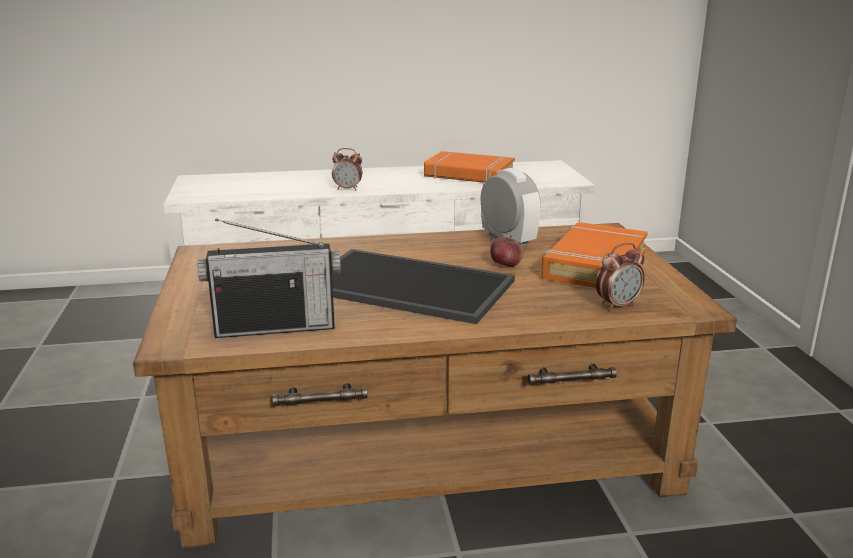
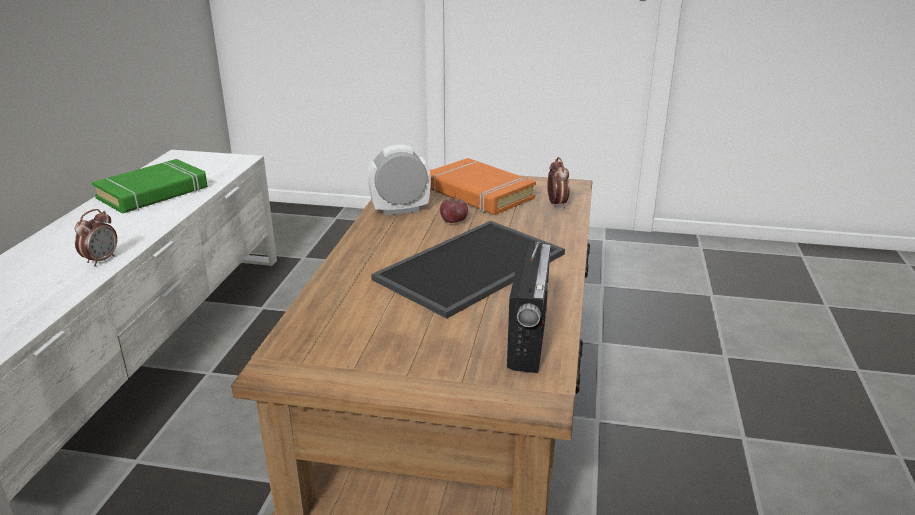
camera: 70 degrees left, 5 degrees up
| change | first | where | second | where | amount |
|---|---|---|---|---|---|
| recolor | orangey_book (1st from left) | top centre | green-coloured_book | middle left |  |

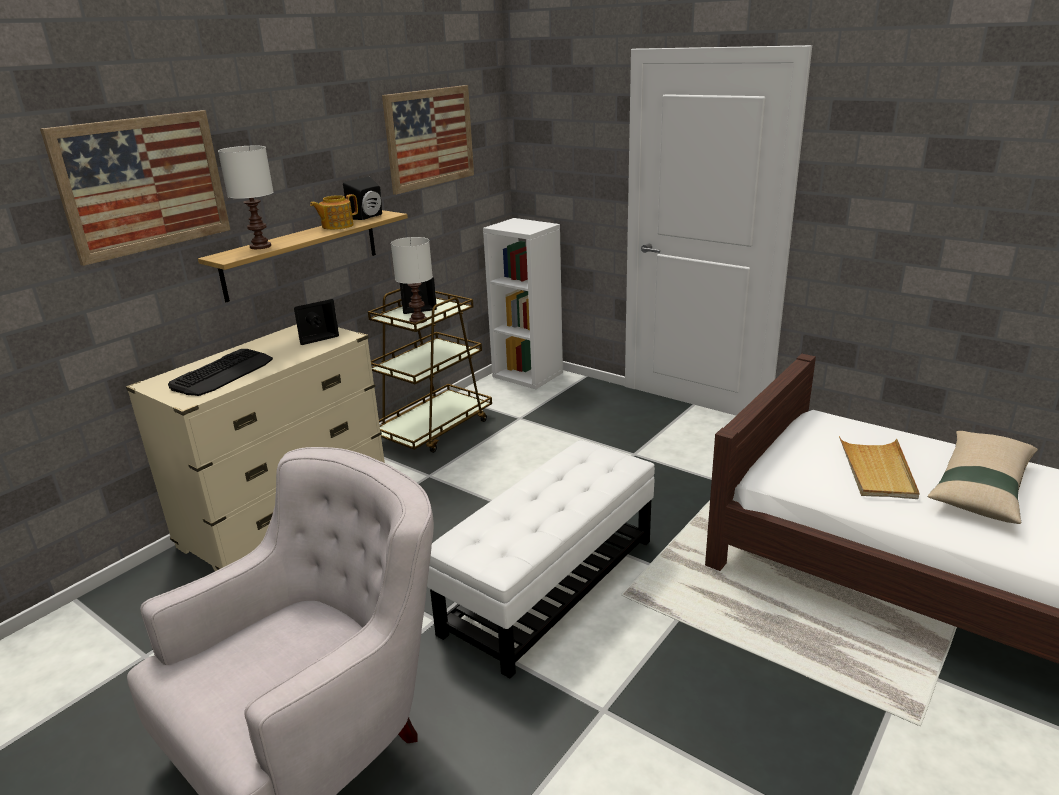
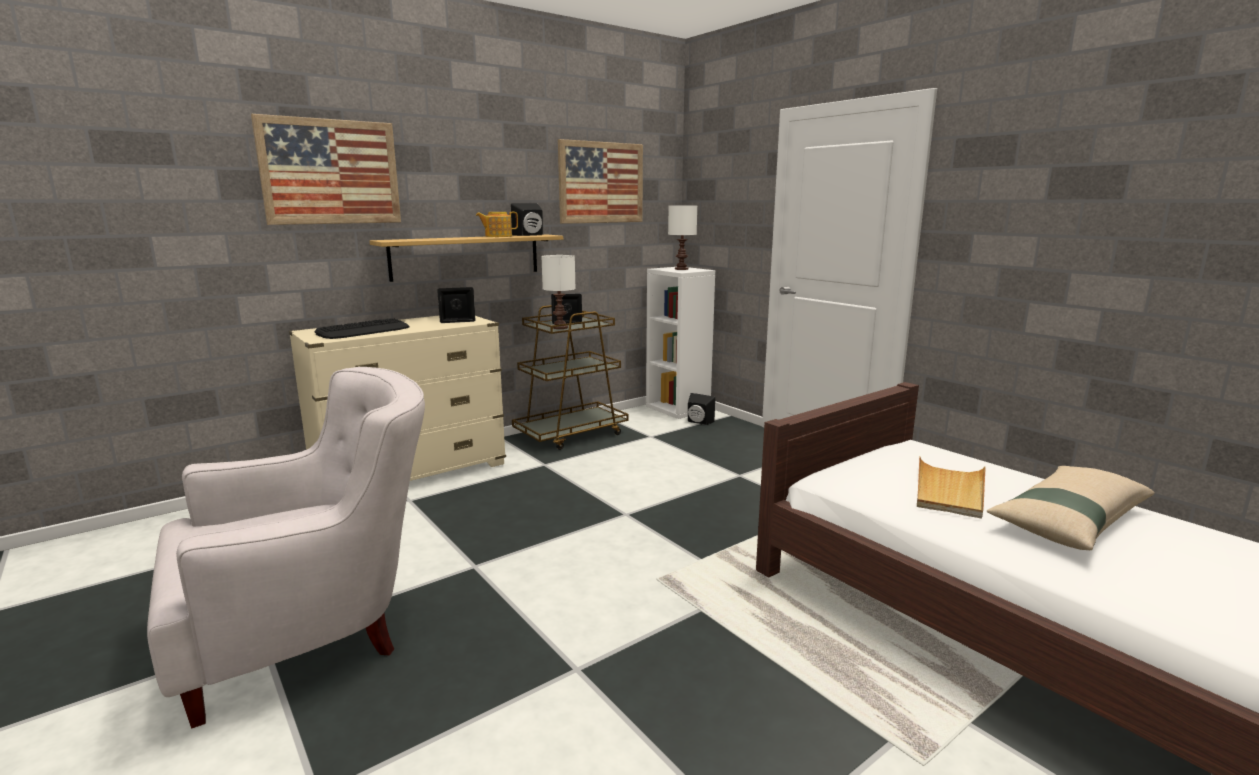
camera: 15 degrees right, 10 degrees down
| change | first | where | second | where | amount |
|---|---|---|---|---|---|
| move | whitish_lamp_for_a_table (1st from left in the first image) | top left | whitish_lamp_for_a_table (2nd from left) | top centre |  |
| insert |  |  | black-coloured_speaker (4th from left) | centre |  |
| delete | whitish_footrest | bottom centre |  |  |  |

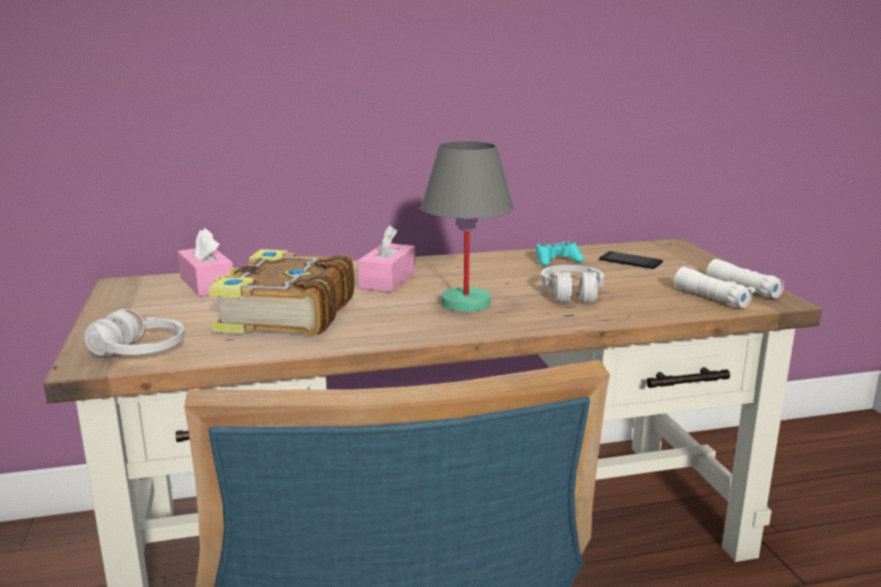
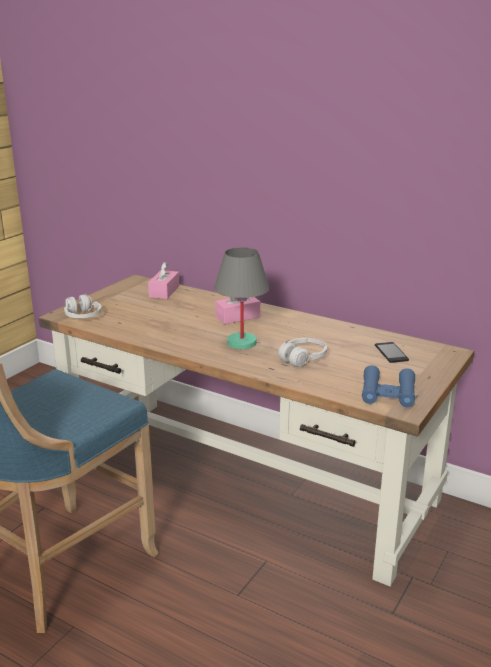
camera: 45 degrees right, 5 degrees up
| change | first | where | second | where | amount |
|---|---|---|---|---|---|
| recolor | whitish_binoculars | middle right | bluish_binoculars | middle right |  |
| delete | book | middle left |  |  |  |
| delete | turquoise-coloured_joypad | centre |  |  |  |

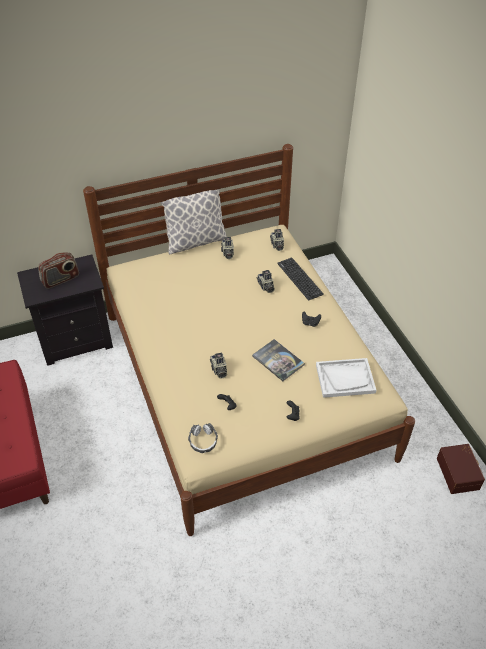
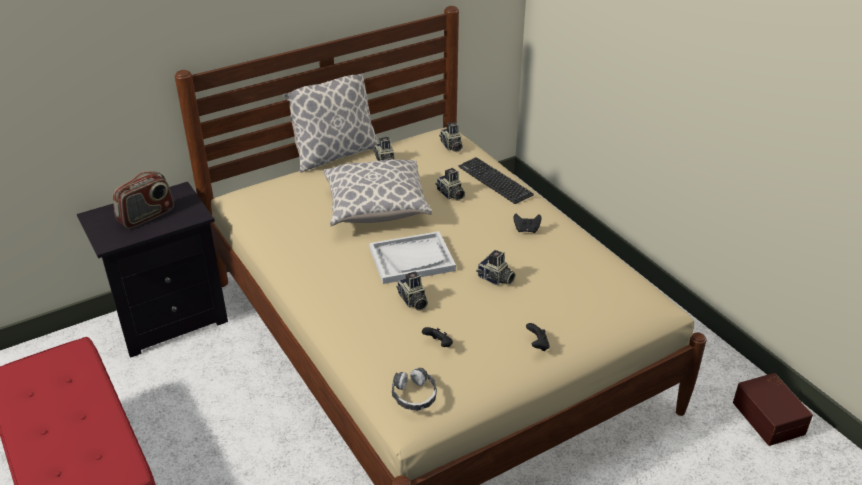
camera: 10 degrees left, 10 degrees down
| change | first | where | second | where | amount |
|---|---|---|---|---|---|
| insert |  |  | throw_pillow (2nd from left) | centre |  |
| move | whitish_carrying_tray | middle right |  | centre |  |
| replace | book | centre | photo_camera (5th from left) | centre |  |

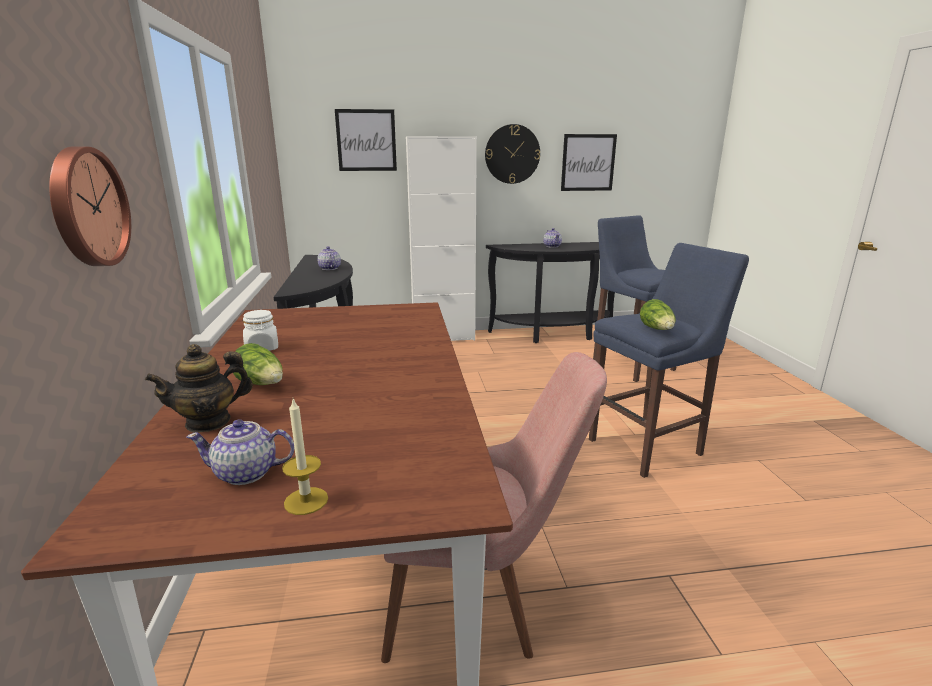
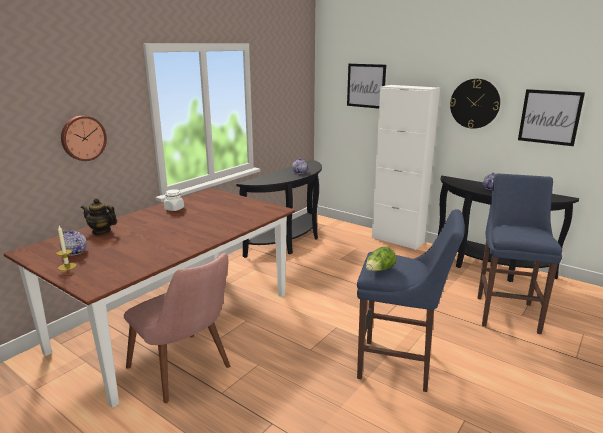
camera: 45 degrees right, 0 degrees up
| change | first | where | second | where | amount |
|---|---|---|---|---|---|
| delete | lettuce_head (1st from left) | middle left |  |  |  |

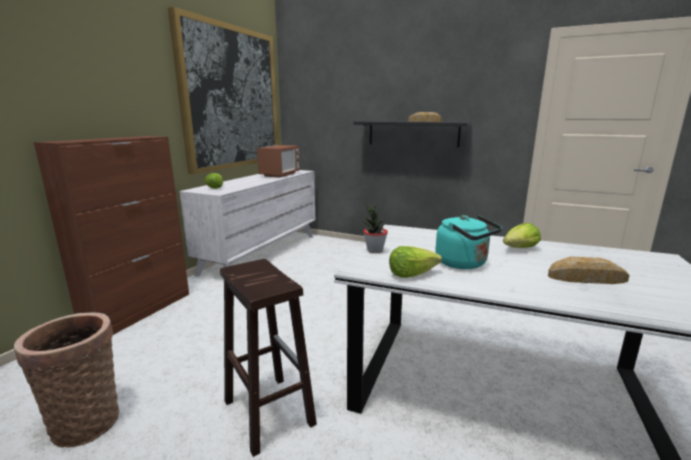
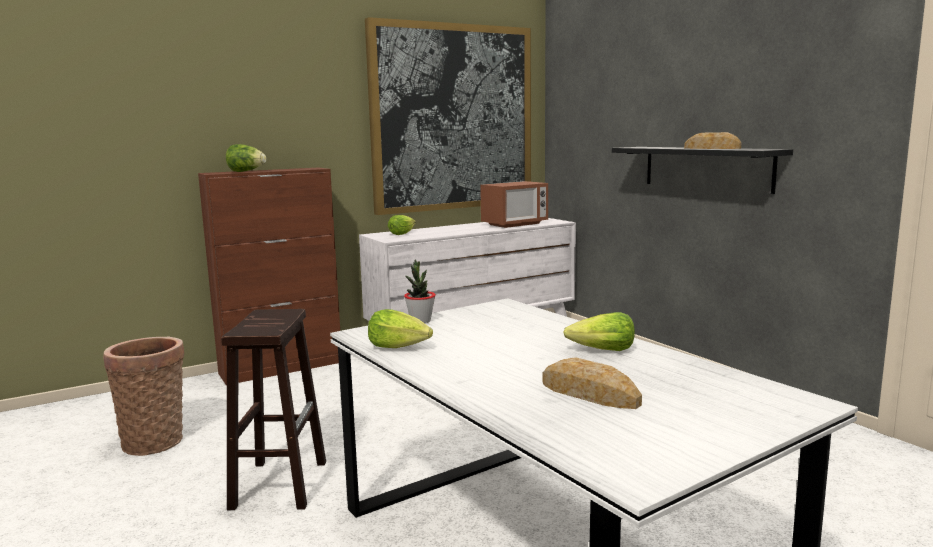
camera: 35 degrees right, 5 degrees down
| change | first | where | second | where | amount |
|---|---|---|---|---|---|
| insert |  |  | lettuce_head (1st from left) | top left |  |
| delete | turquoise-coloured_kettle | middle right |  |  |  |

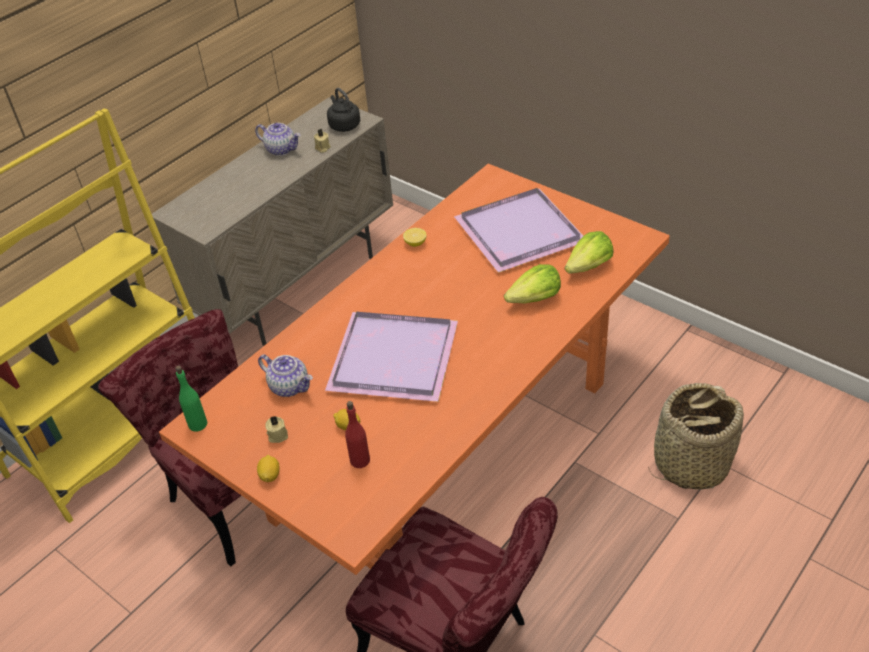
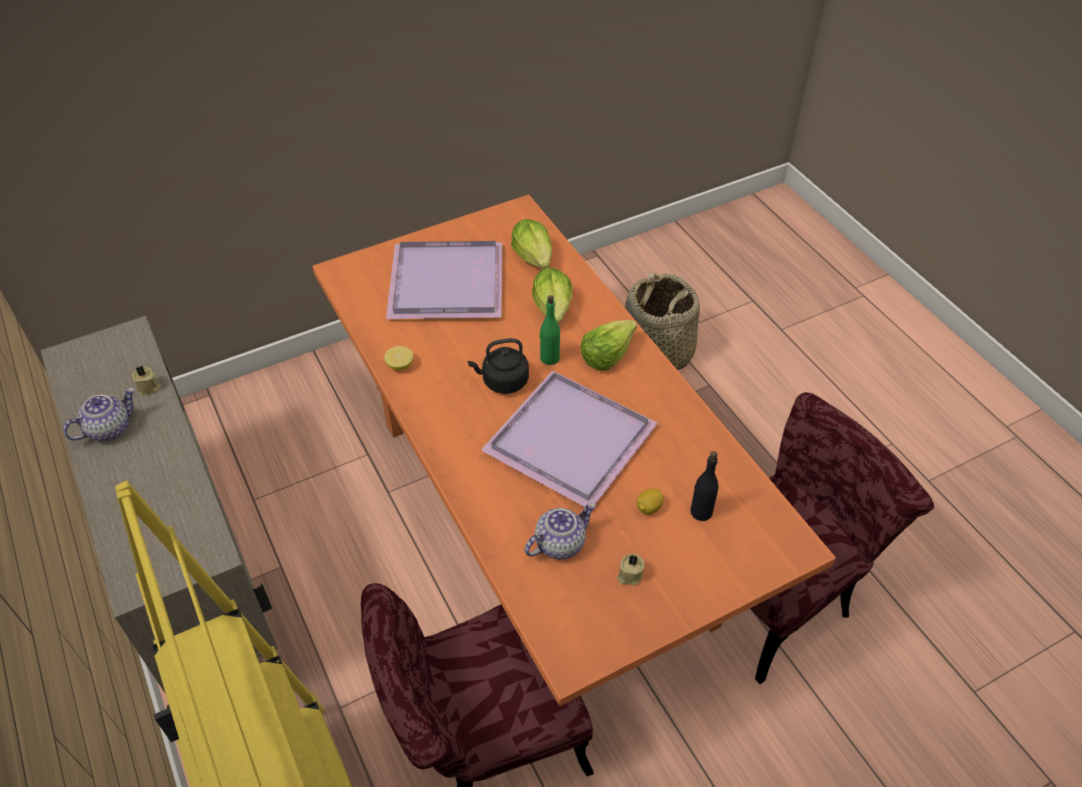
camera: 70 degrees left, 5 degrees up
| change | first | where | second | where | amount |
|---|---|---|---|---|---|
| move | black-coloured_kettle | top centre |  | centre |  |
| move | green-coloured_bottle | middle left |  | centre |  |
| insert |  |  | lettuce_head (3rd from left) | centre |  |
| recolor | reddish_bottle | centre | black-coloured_bottle | centre |  |
| delete | whole_lemon (1st from left) | bottom left |  |  |  |

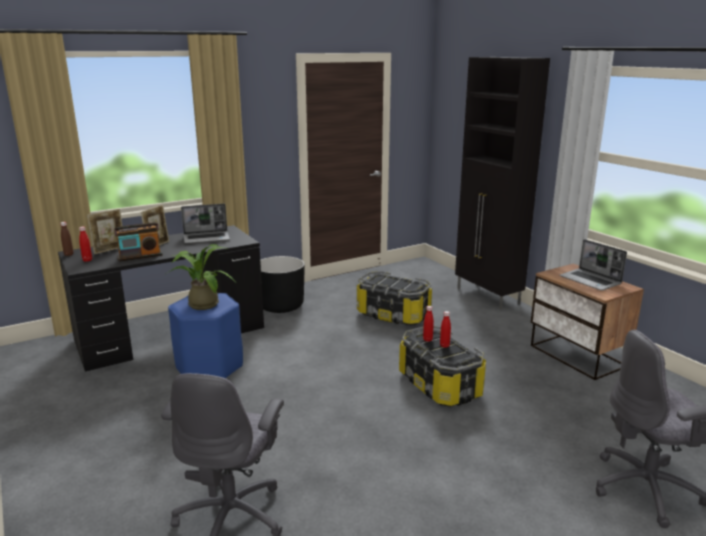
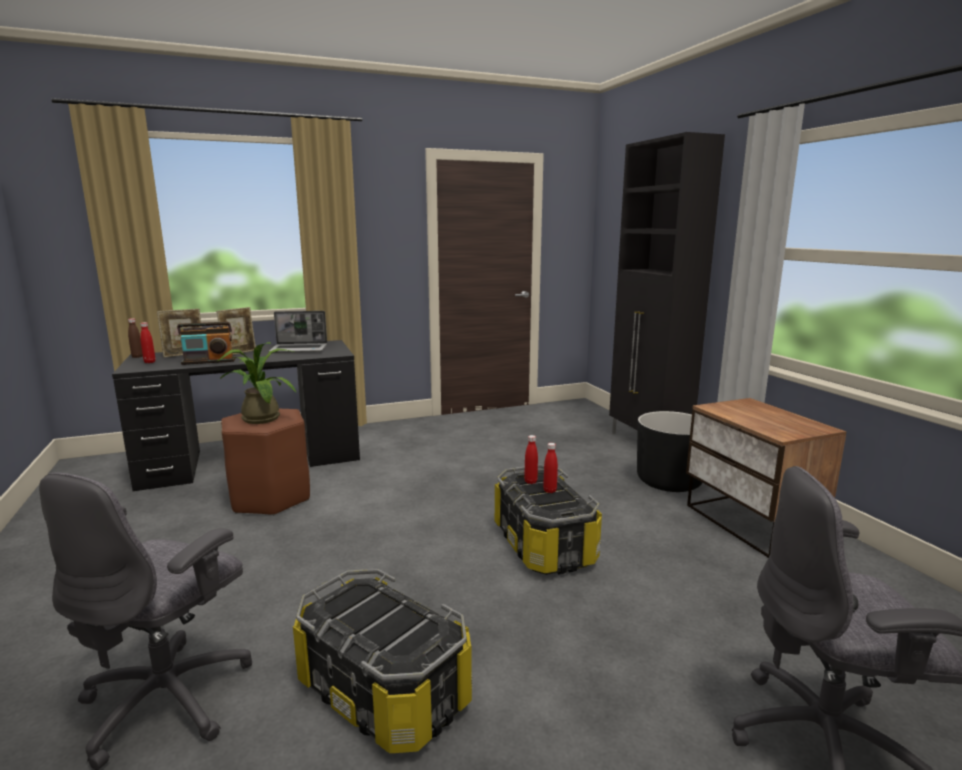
camera: 10 degrees right, 5 degrees down
| change | first | where | second | where | amount |
|---|---|---|---|---|---|
| recolor | bluish_stool_seat | middle left | brown_stool_seat | middle left |  |
| move | storage_box (1st from left) | centre |  | bottom centre |  |
| move | black-coloured_plant_pot | centre |  | middle right |  |
| delete | portable_computer (2nd from left) | middle right |  |  |  |

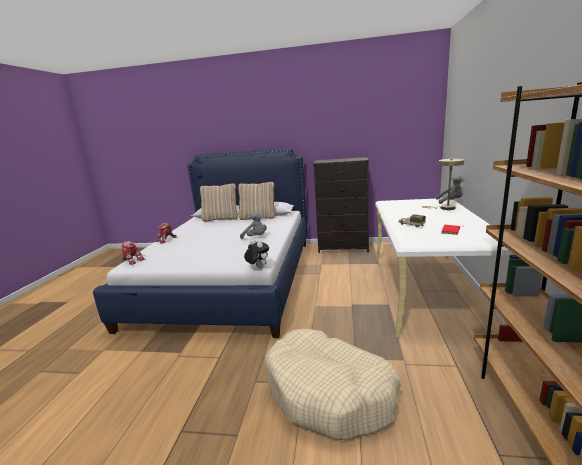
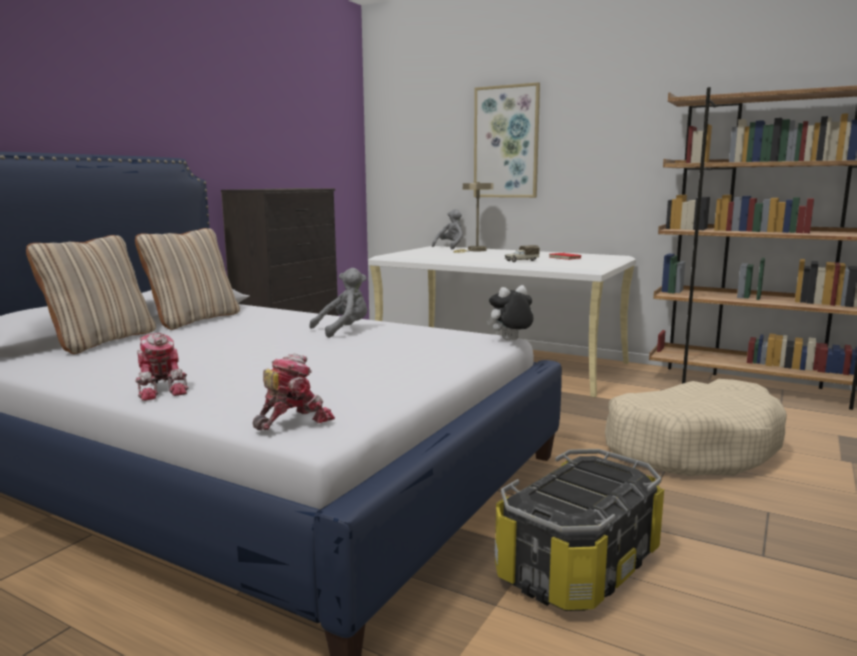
camera: 70 degrees left, 5 degrees down
| change | first | where | second | where | amount |
|---|---|---|---|---|---|
| insert |  |  | wall_picture | top centre |  |
| insert |  |  | storage_box | bottom right |  |

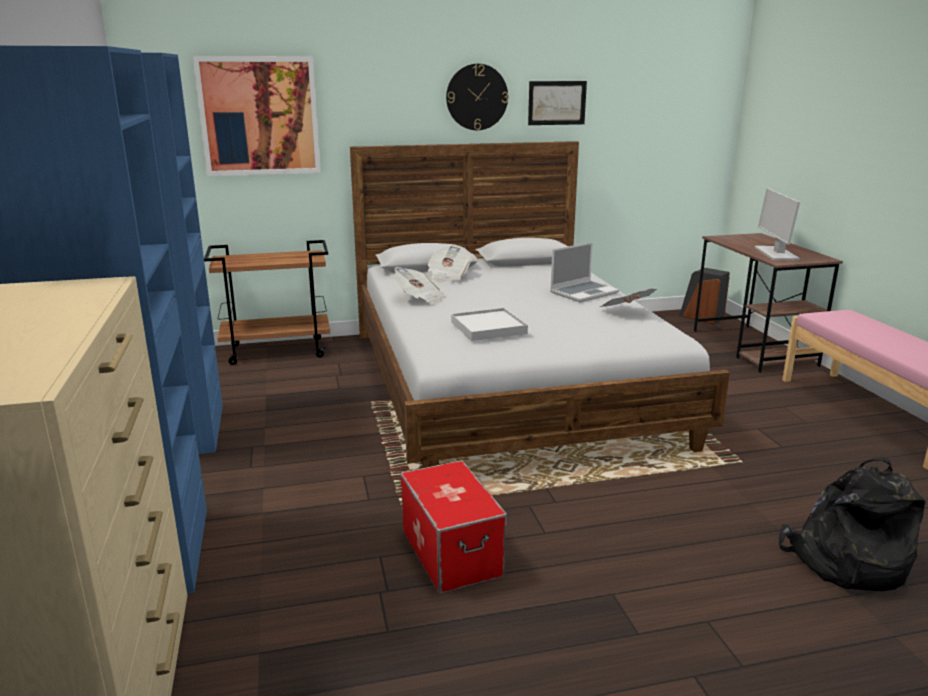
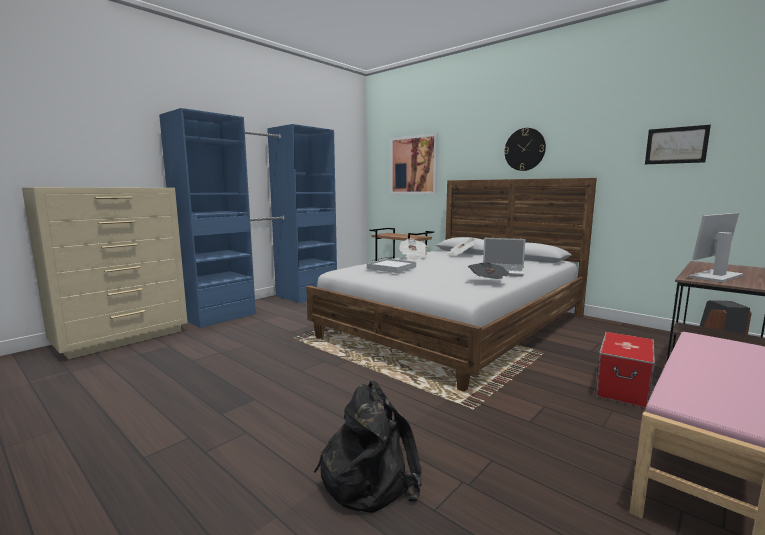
camera: 55 degrees right, 10 degrees down
| change | first | where | second | where | amount |
|---|---|---|---|---|---|
| move | storage_box | bottom centre |  | bottom right |  |
| move | wall_picture (2nd from left) | top centre |  | top right |  |

